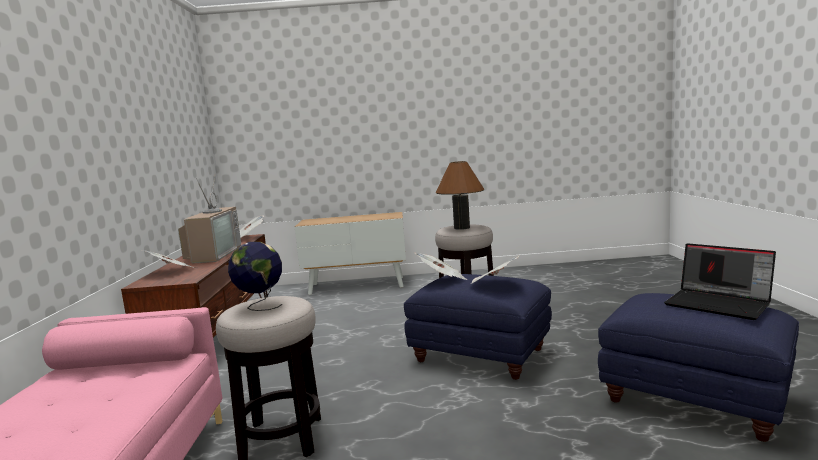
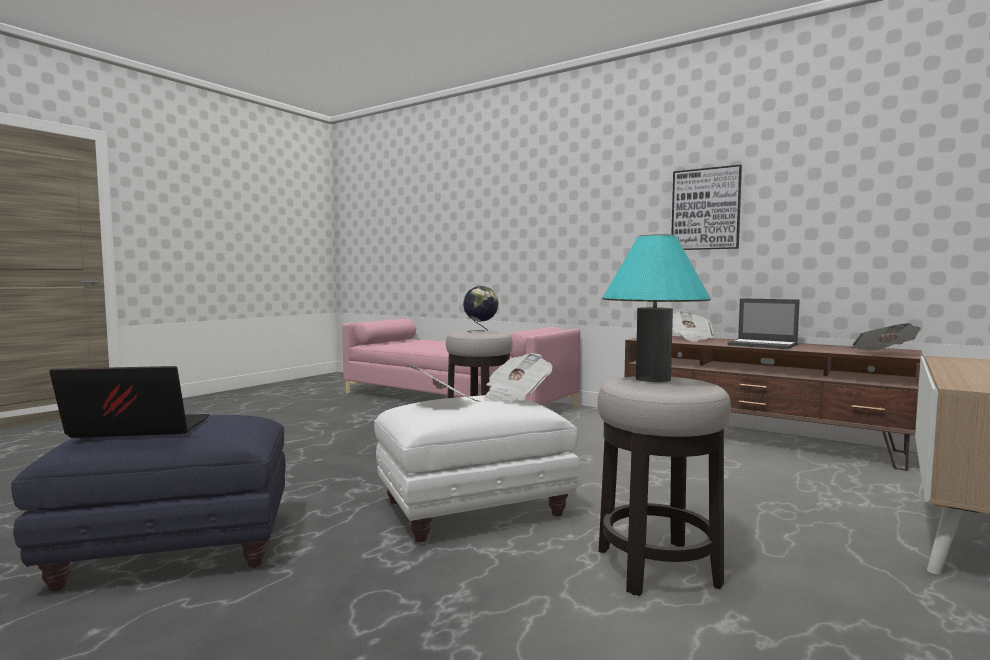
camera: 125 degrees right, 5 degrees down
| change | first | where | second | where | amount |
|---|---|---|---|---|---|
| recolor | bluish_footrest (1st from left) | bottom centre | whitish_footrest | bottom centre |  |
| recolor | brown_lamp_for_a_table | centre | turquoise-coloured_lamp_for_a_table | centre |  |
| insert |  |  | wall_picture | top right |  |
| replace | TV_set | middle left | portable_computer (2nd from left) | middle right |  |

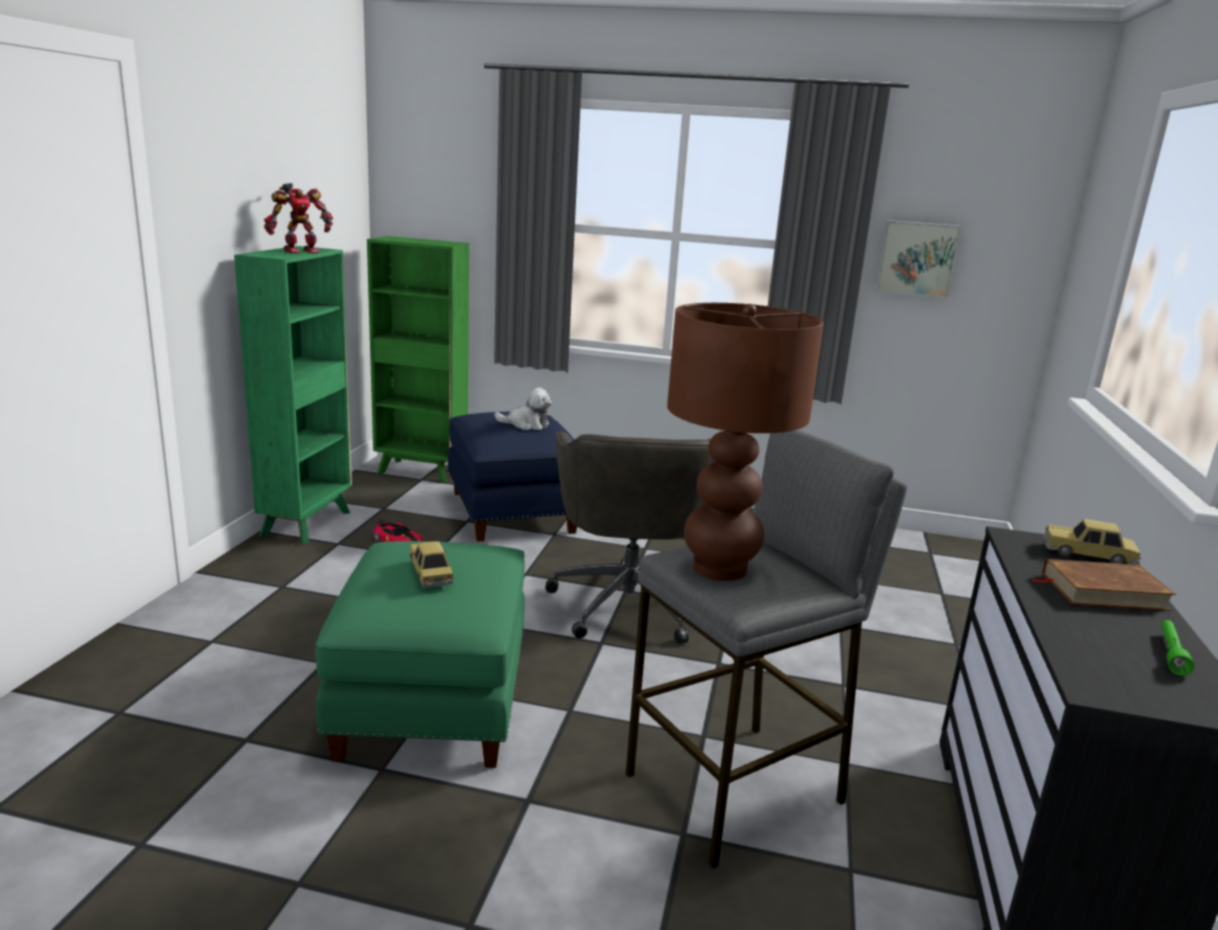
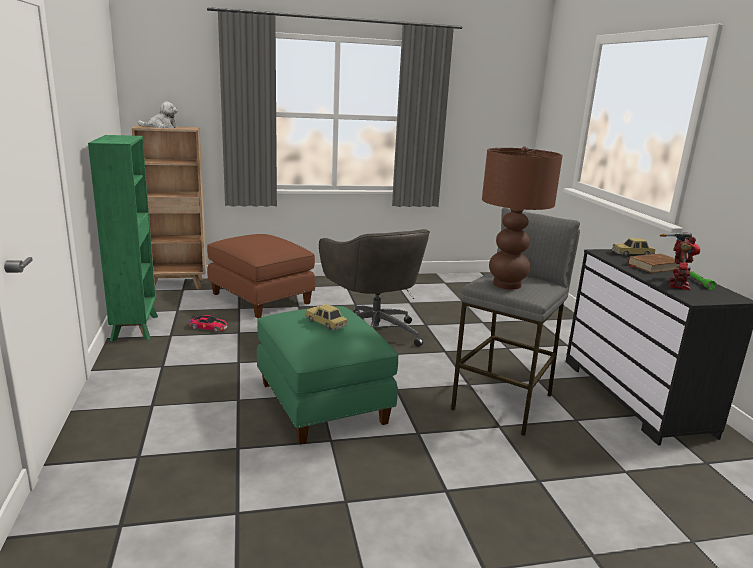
camera: 25 degrees left, 0 degrees up
| change | first | where | second | where | amount |
|---|---|---|---|---|---|
| recolor | green-coloured_shelving_unit (2nd from left) | centre | brown_shelving_unit | middle left |  |
| move | plush_toy | centre |  | top left |  |
| recolor | bluish_footrest | centre | brown_footrest | centre |  |
| move | robot_figure | top left |  | middle right |  |
| delete | wall_picture | top right |  |  |  |

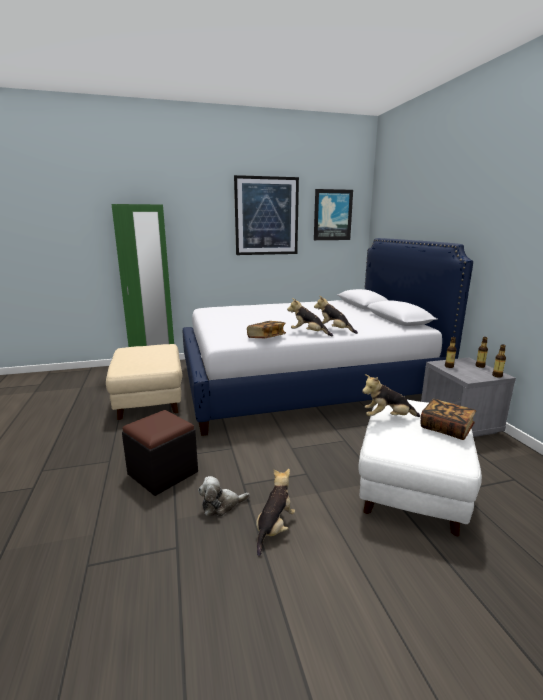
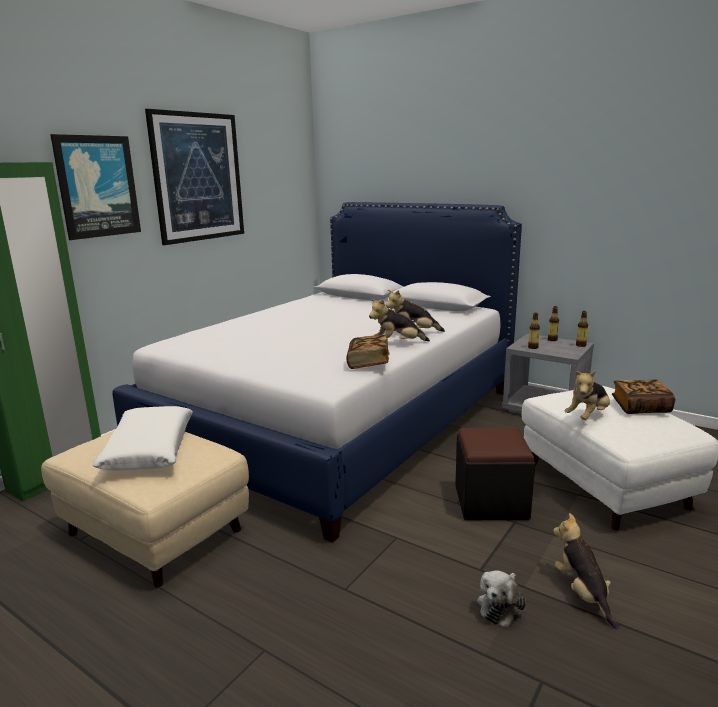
camera: 40 degrees left, 0 degrees up
| change | first | where | second | where | amount |
|---|---|---|---|---|---|
| move | wall_picture (2nd from left in the first image) | top centre | wall_picture (1st from left) | top left |  |
| insert |  |  | whitish_throw_pillow | middle left |  |
| move | black-coloured_footrest | middle left |  | bottom right |  |

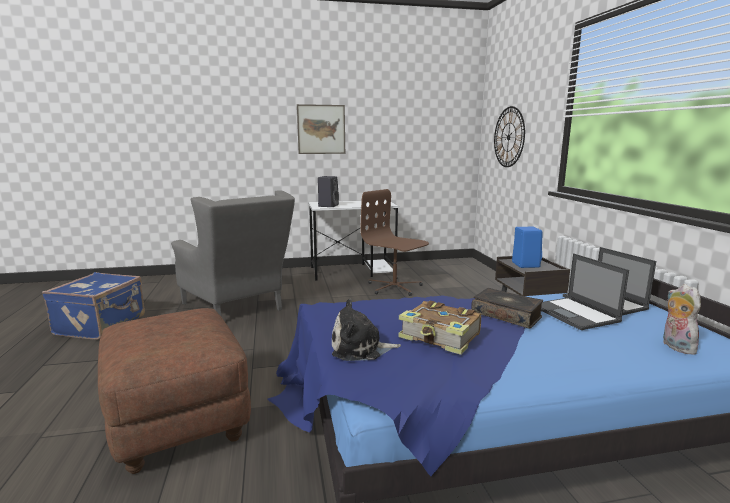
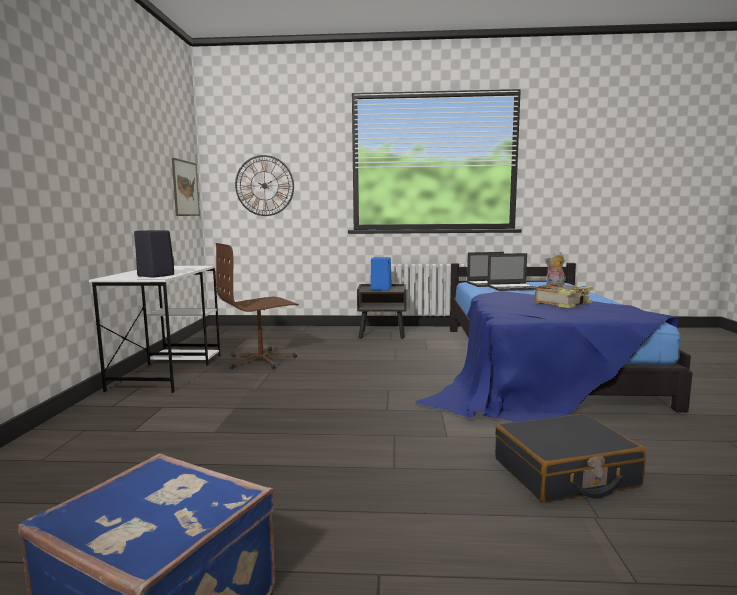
camera: 75 degrees left, 5 degrees down
| change | first | where | second | where | amount |
|---|---|---|---|---|---|
| move | wall_picture | top centre |  | top left |  |
| replace | brown_footrest | bottom left | black-coloured_suitcase | bottom right |  |
| delete | gray_easy_chair | middle left |  |  |  |
| delete | plush_toy (1st from left) | centre |  |  |  |
| delete | book (2nd from left) | middle right |  |  |  |

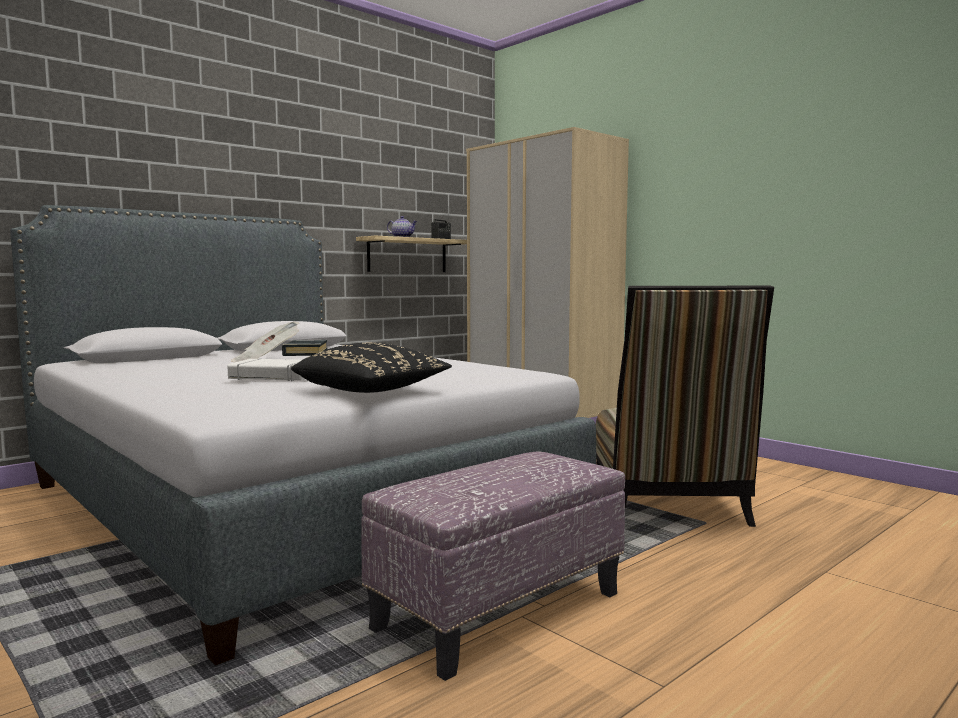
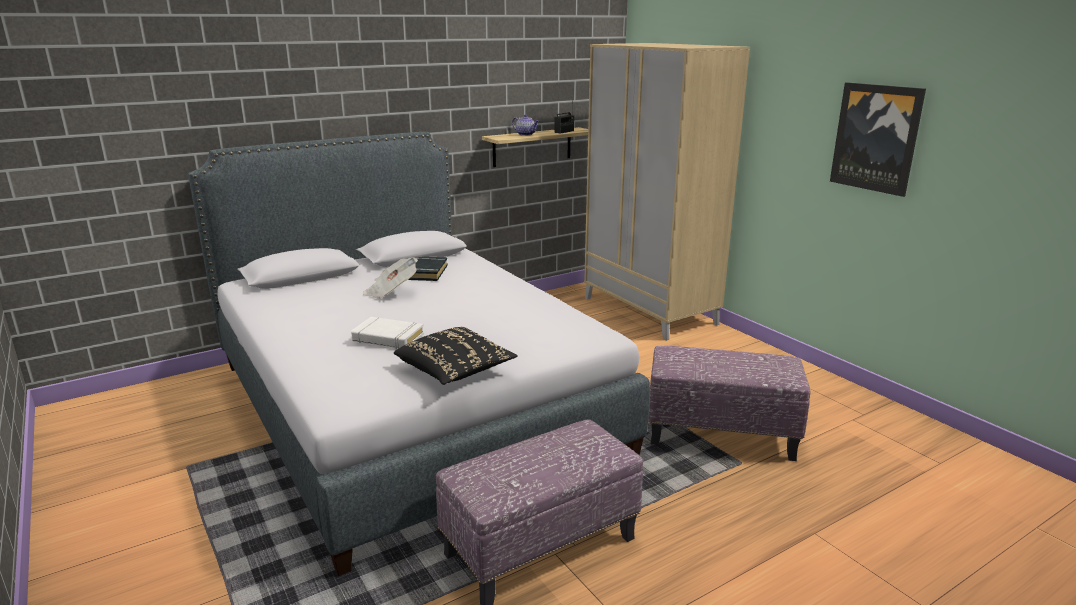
camera: 10 degrees right, 15 degrees up
| change | first | where | second | where | amount |
|---|---|---|---|---|---|
| replace | upright_chair | middle right | footrest (2nd from left) | middle right |  |
| insert |  |  | wall_picture | top right |  |

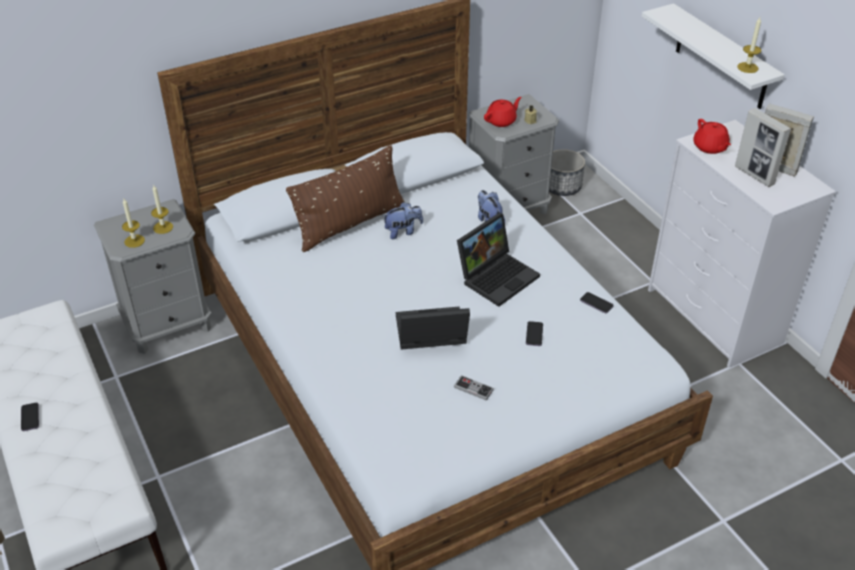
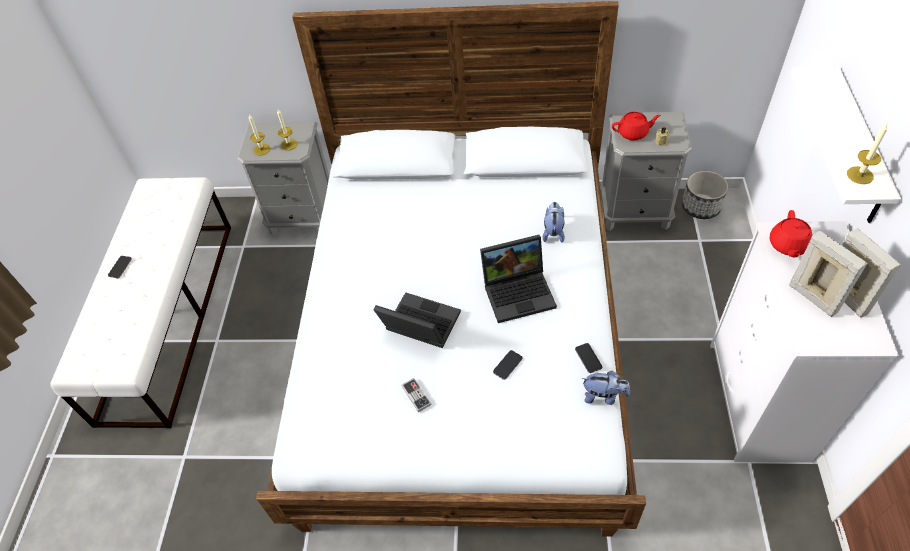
camera: 35 degrees right, 10 degrees up
| change | first | where | second | where | amount |
|---|---|---|---|---|---|
| move | plush_toy (1st from left in the first image) | centre | plush_toy (2nd from left) | bottom centre |  |
| rotate | photo_frame (1st from left) | top right |  | middle right | 150 degrees clockwise |
| delete | brown_throw_pillow | centre |  |  |  |

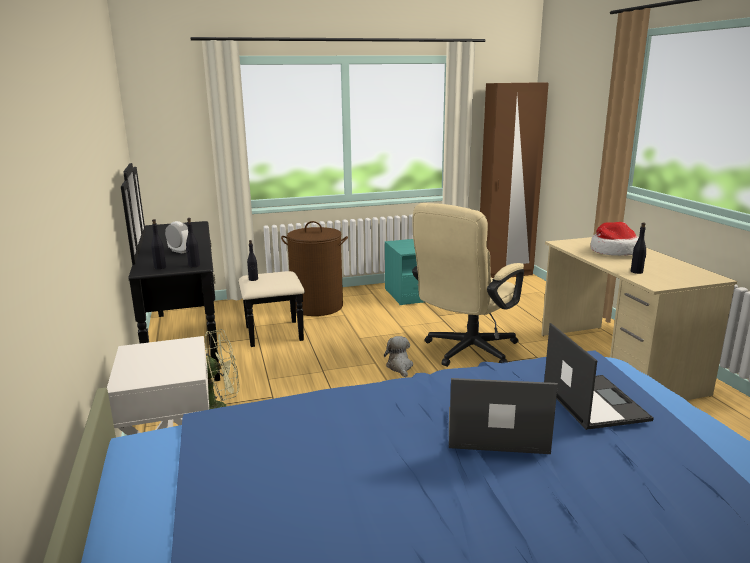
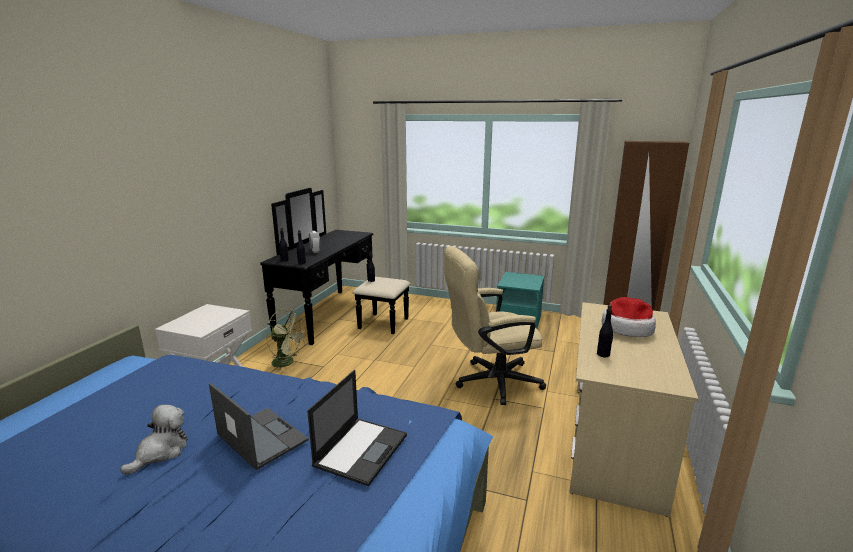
camera: 35 degrees right, 0 degrees up
| change | first | where | second | where | amount |
|---|---|---|---|---|---|
| move | plush_toy | centre |  | bottom left |  |
| delete | brown_washing_basket | centre |  |  |  |

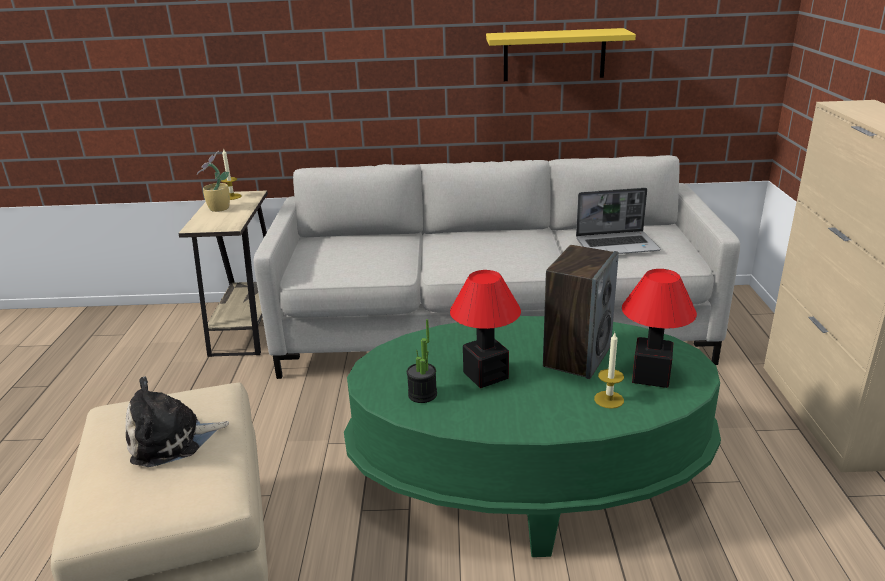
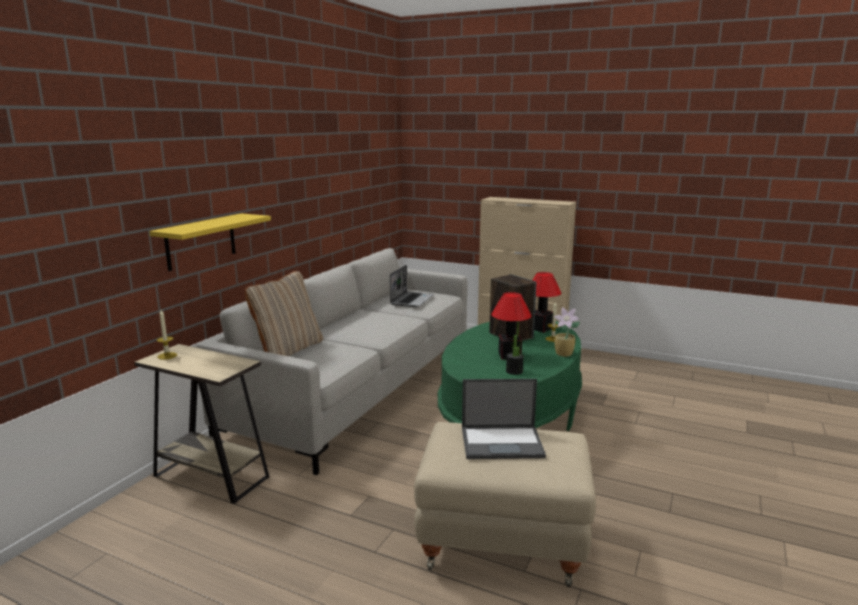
camera: 65 degrees left, 10 degrees down
| change | first | where | second | where | amount |
|---|---|---|---|---|---|
| move | yellow-coloured_shelf | top centre |  | middle left |  |
| insert |  |  | sand-coloured_throw_pillow | middle left |  |
| replace | plush_toy | bottom left | portable_computer (2nd from left) | bottom centre |  |
| move | houseplant (1st from left in the first image) | top left | houseplant (2nd from left) | centre |  |

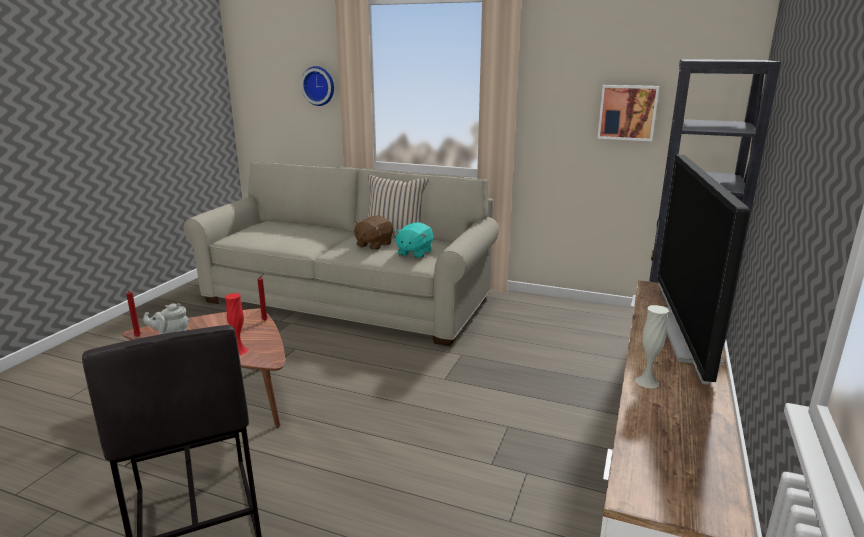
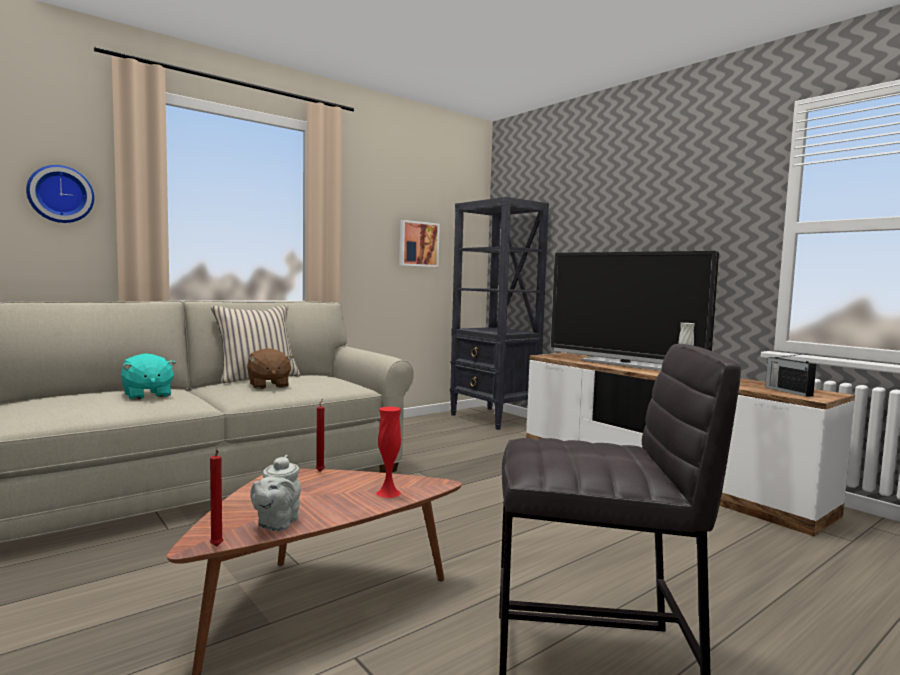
camera: 60 degrees left, 15 degrees down
| change | first | where | second | where | amount |
|---|---|---|---|---|---|
| move | turquoise-coloured_plush_toy | centre |  | middle left |  |
| insert |  |  | radio_receiver | middle right |  |

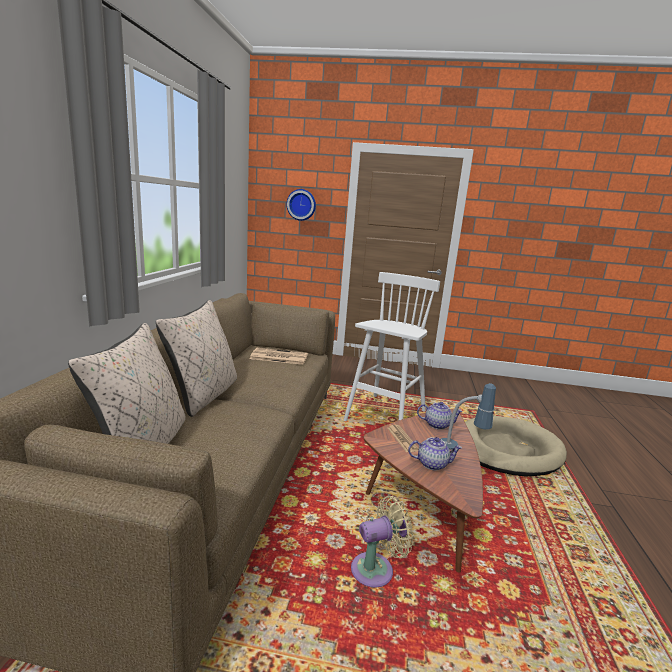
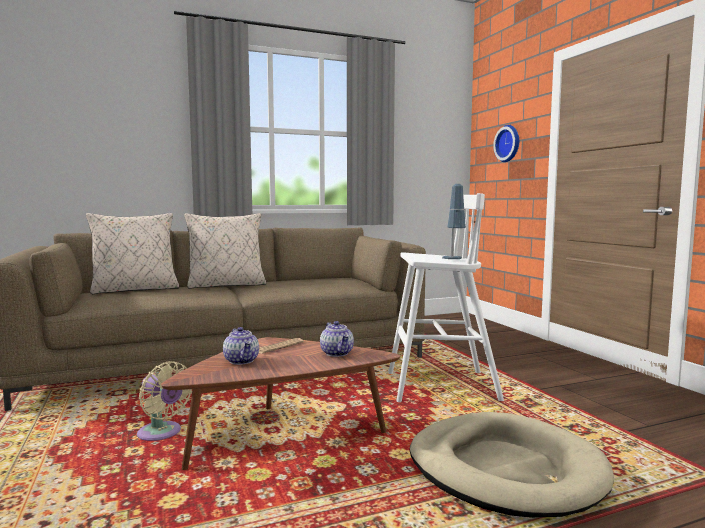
camera: 60 degrees right, 10 degrees down
| change | first | where | second | where | amount |
|---|---|---|---|---|---|
| move | lamp_for_a_table | middle right |  | centre |  |
| delete | newspaper (1st from left) | centre |  |  |  |

